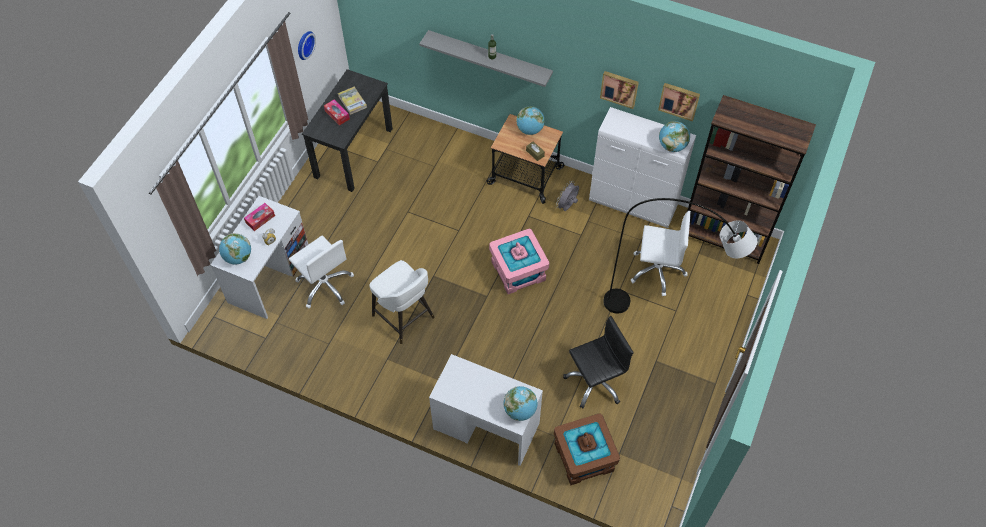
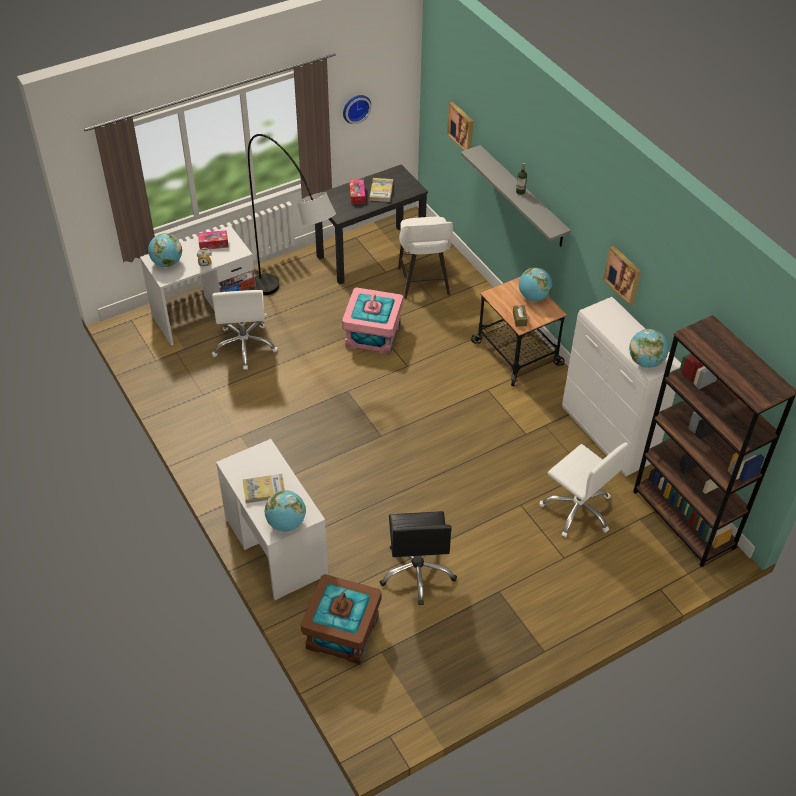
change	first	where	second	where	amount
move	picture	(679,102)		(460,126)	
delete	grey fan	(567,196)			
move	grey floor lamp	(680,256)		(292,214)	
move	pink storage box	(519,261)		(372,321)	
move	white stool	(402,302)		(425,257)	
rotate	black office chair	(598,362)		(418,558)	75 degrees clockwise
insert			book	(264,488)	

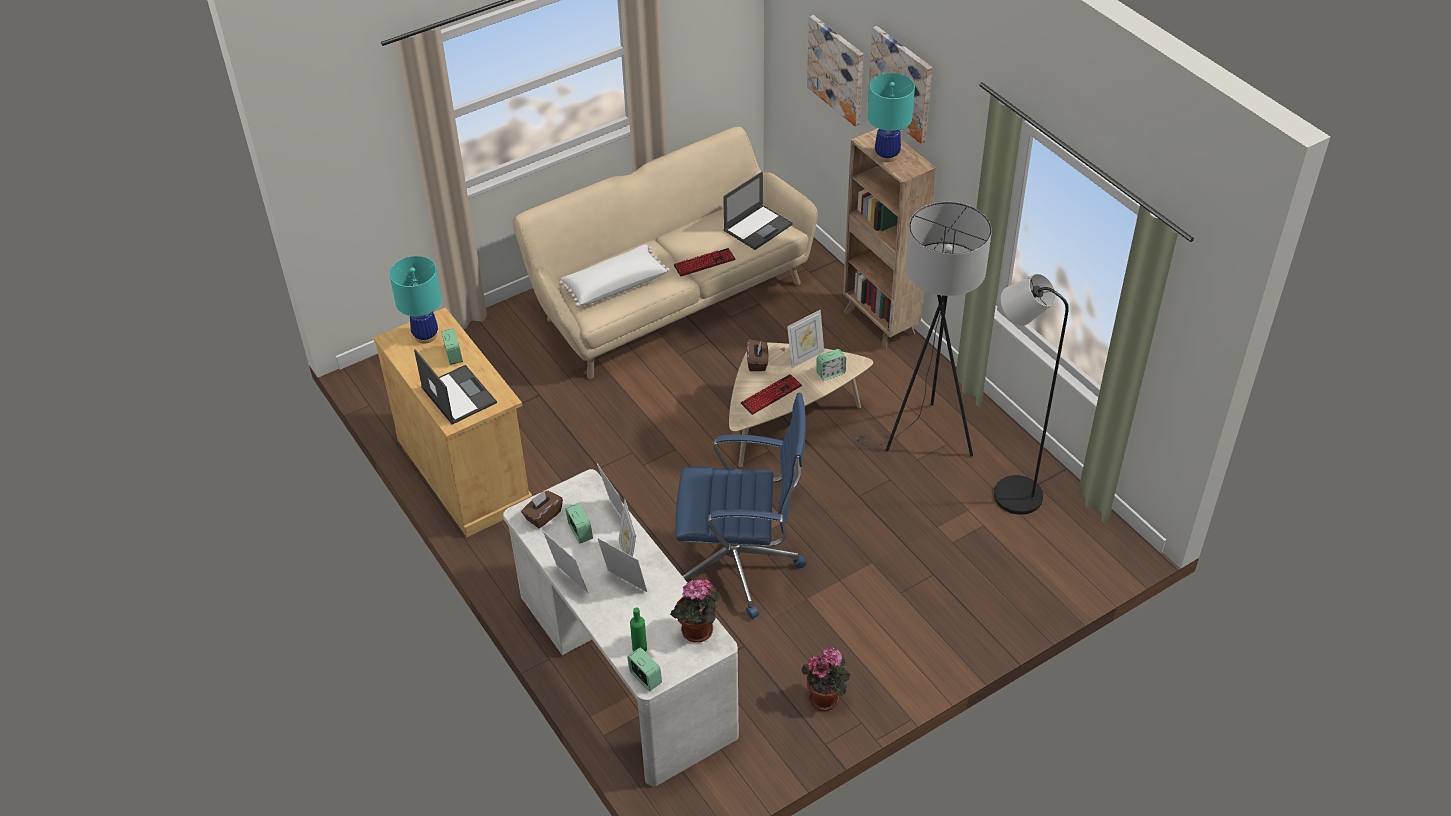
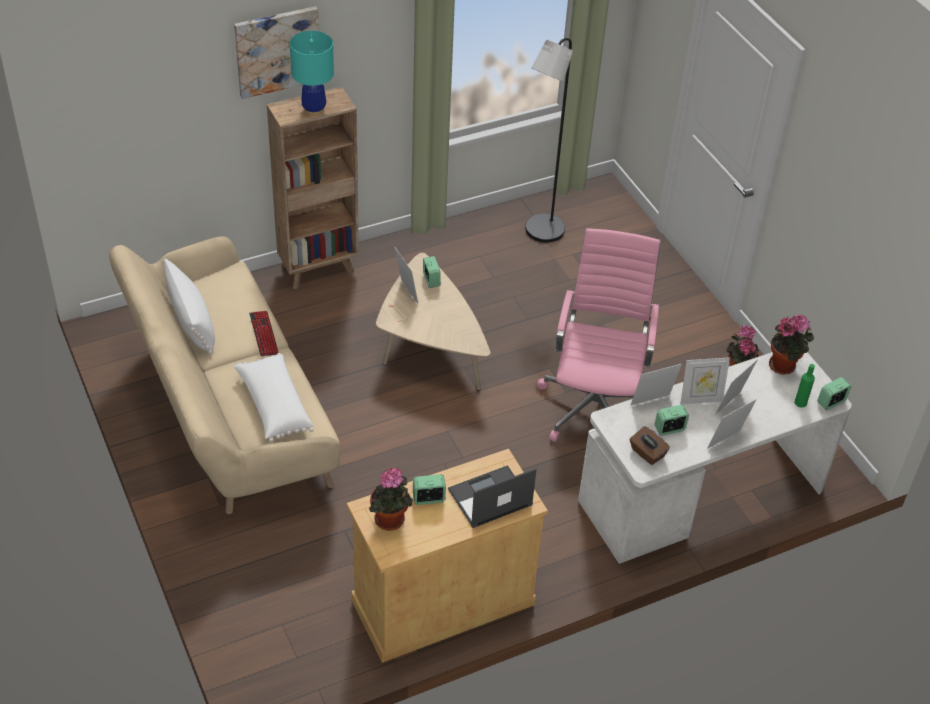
change	first	where	second	where	amount
delete	picture	(835,70)			
delete	laptop	(758,211)			
delete	grey floor lamp	(923,329)			
replace	turquoise table lamp	(415,300)	potted plant	(391,499)	
delete	brown tissue box	(757,355)			
delete	keyboard	(771,394)			
recolor	blue office chair	(740,506)	pink office chair	(599,335)	
insert			white pillow	(188,306)	

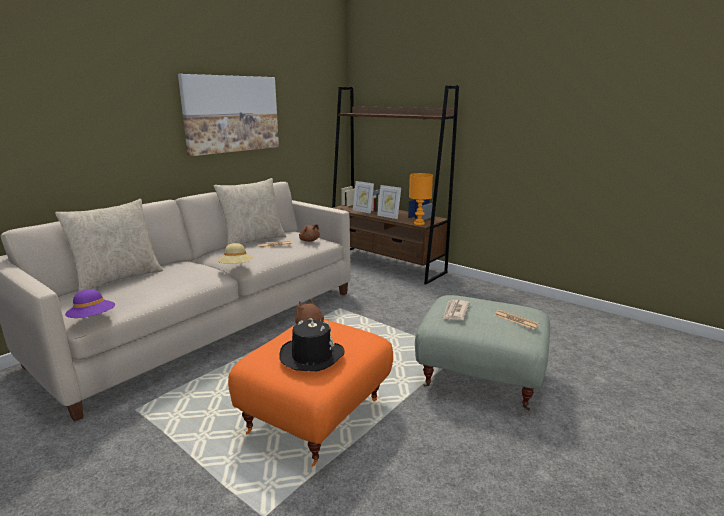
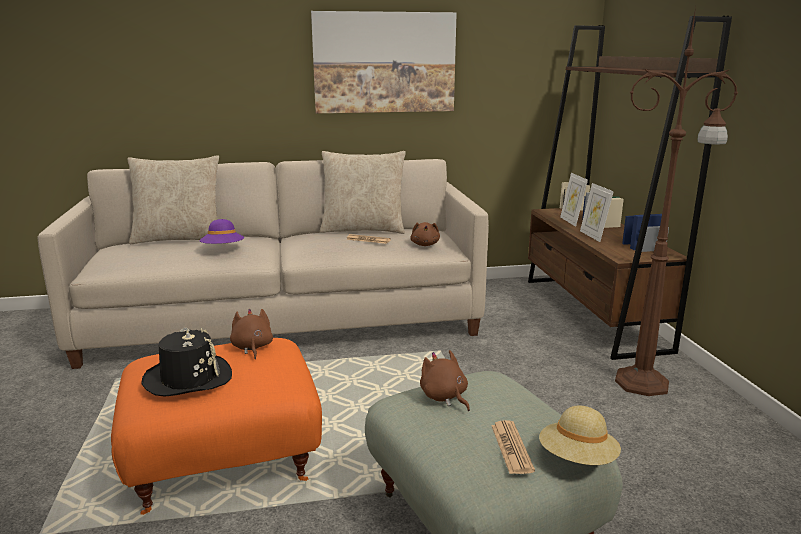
change	first	where	second	where	amount
delete	orange table lamp	(421,199)			
move	beige hat	(235,253)		(580,435)	
move	purple hat	(90,303)		(221,231)	
replace	newspaper	(456,310)	brown plush toy	(445,380)	
insert			brown floor lamp	(676,201)	

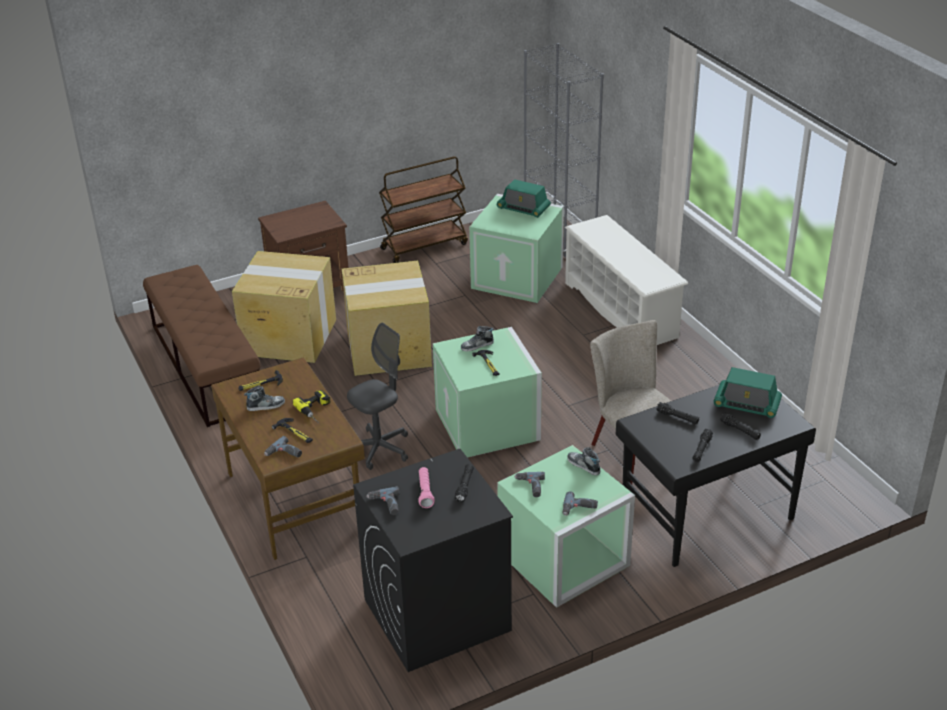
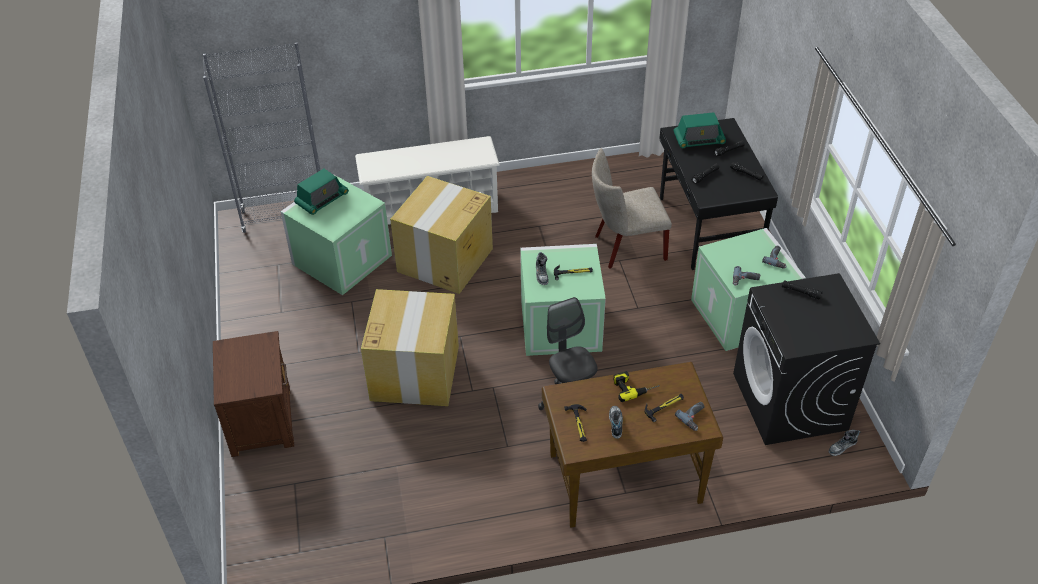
change	first	where	second	where	amount
delete	brown cart	(423,209)			
move	cardboard box	(284,307)		(441,235)	
delete	brown bench	(201,346)			
rotate	radio	(748,392)		(699,130)	45 degrees clockwise
move	shoe	(584,461)		(844,443)	
delete	pink flashlight	(426,487)			
delete	power drill	(383,500)			

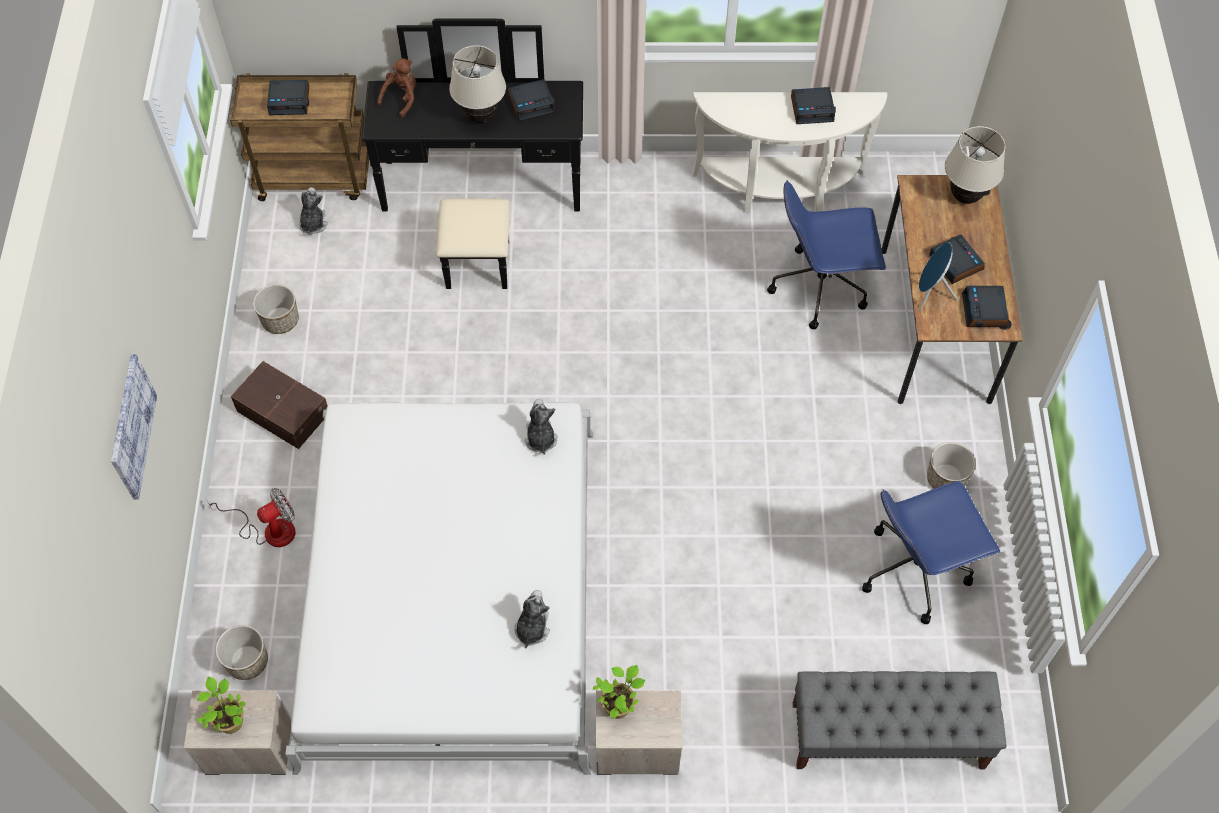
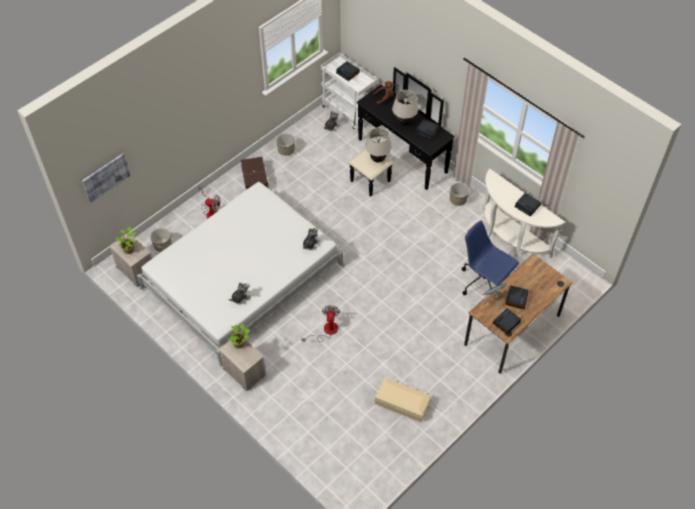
change	first	where	second	where	amount
recolor	brown cart	(299,137)	white cart	(349,90)	
move	beige table lamp	(975,165)		(378,145)	
move	picture	(134,427)		(106,178)	
move	planter	(951,465)		(459,194)	
replace	blue office chair	(931,552)	beige storage box	(402,400)	
delete	grey bench	(900,720)			
insert			fan	(320,323)	

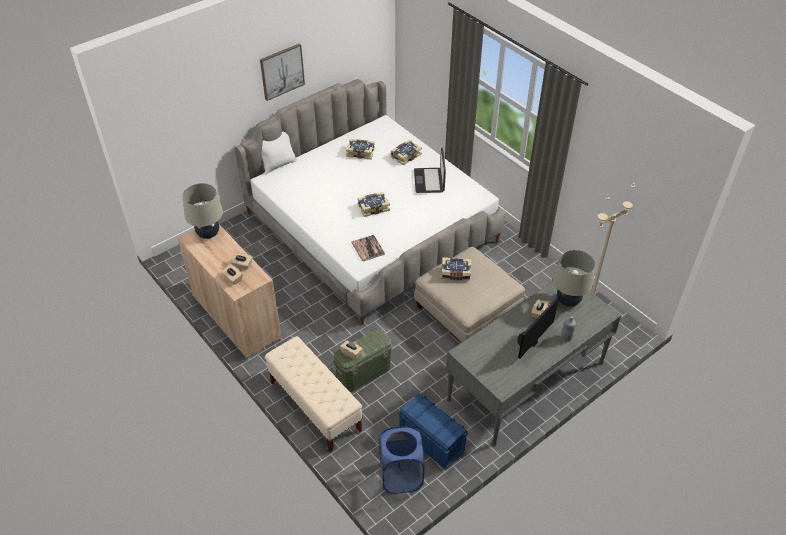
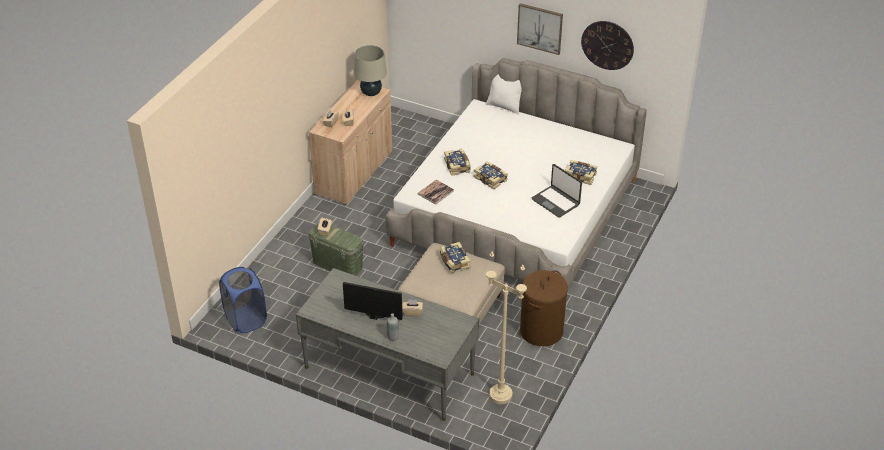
change	first	where	second	where	amount
move	book	(360,149)		(457,162)	
rotate	laptop	(430,170)		(557,190)	105 degrees counterclockwise
delete	beige table lamp	(574,278)			
delete	beige bench	(314,394)			
delete	blue storage box	(433,431)			
insert			wall clock	(607,45)	
insert			brown laundry basket	(544,308)	

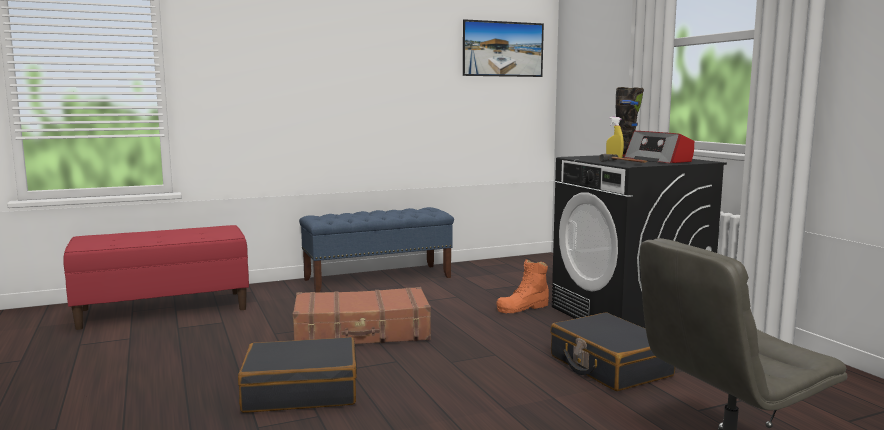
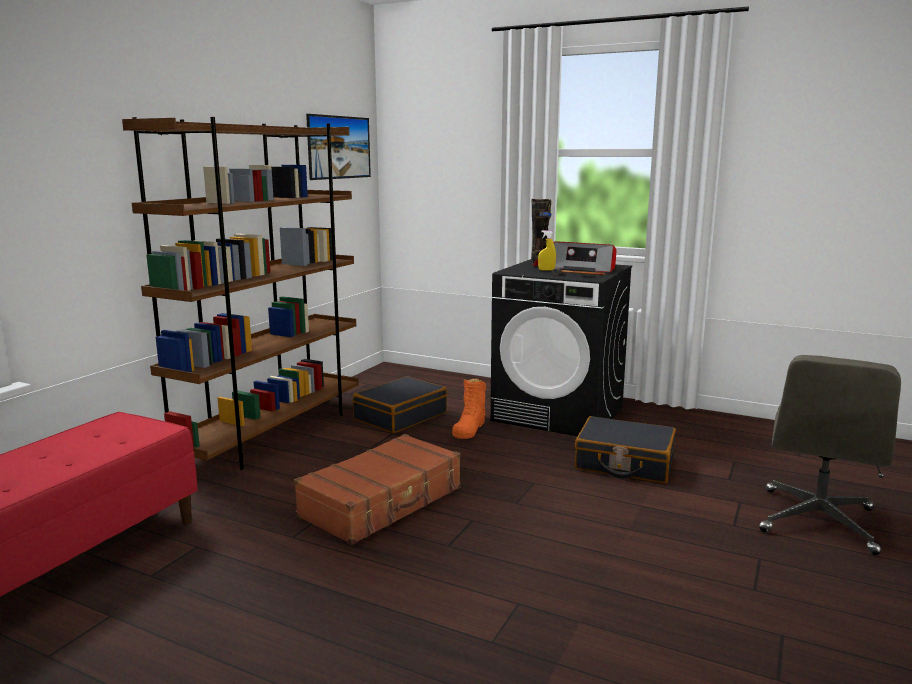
change	first	where	second	where	amount
replace	blue bench	(376,249)	brown bookcase	(240,293)	
move	black suitcase	(297,375)		(400,404)	

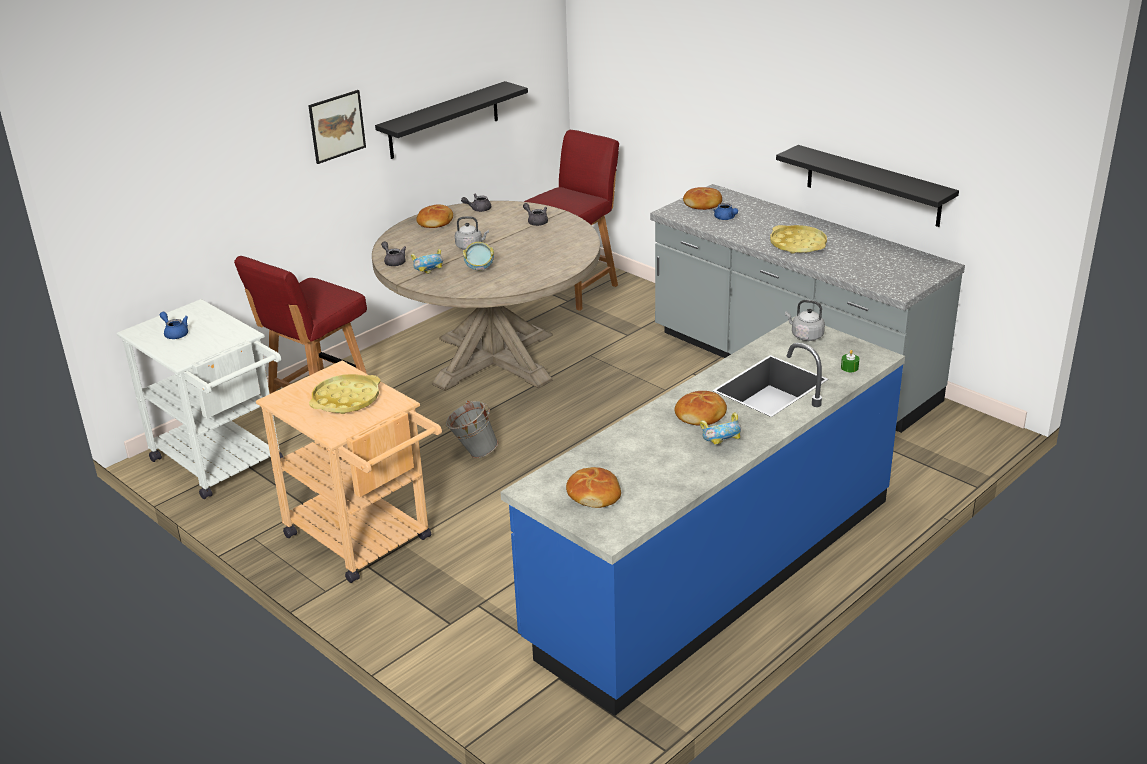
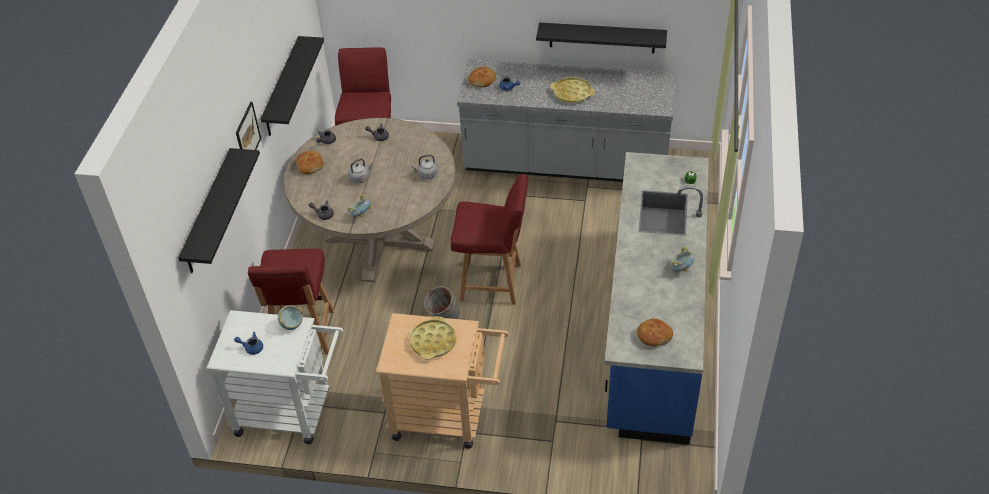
change	first	where	second	where	amount
move	bowl	(478,256)		(290,317)	
move	grey kettle	(805,320)		(424,167)	
delete	bread	(701,408)			
insert			black shelf	(219,210)	
insert			red chair	(489,239)	

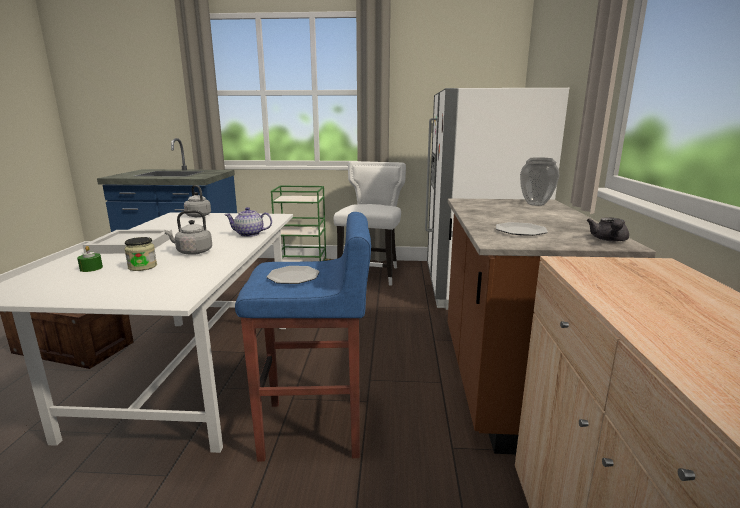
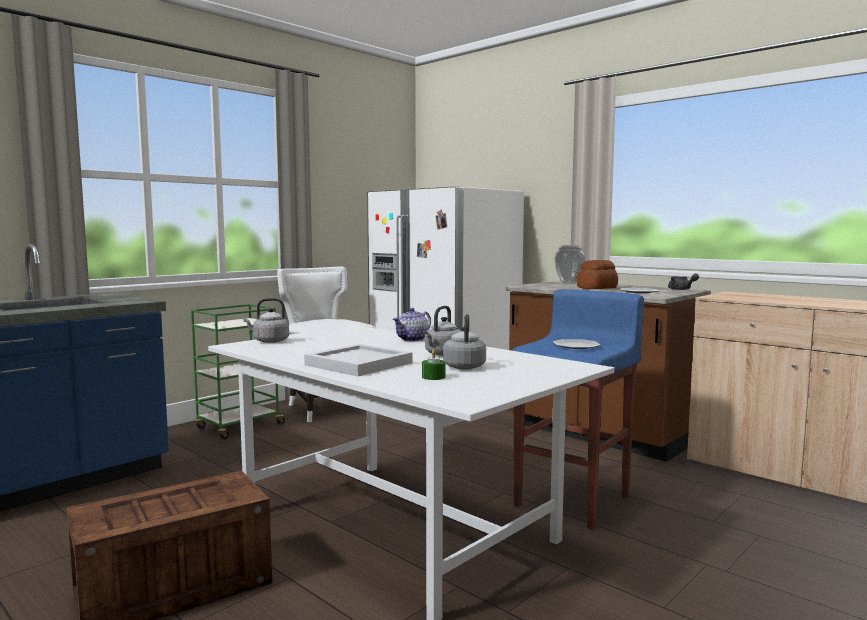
change	first	where	second	where	amount
replace	jar	(140,254)	grey kettle	(464,342)	
insert			bread	(597,274)	

